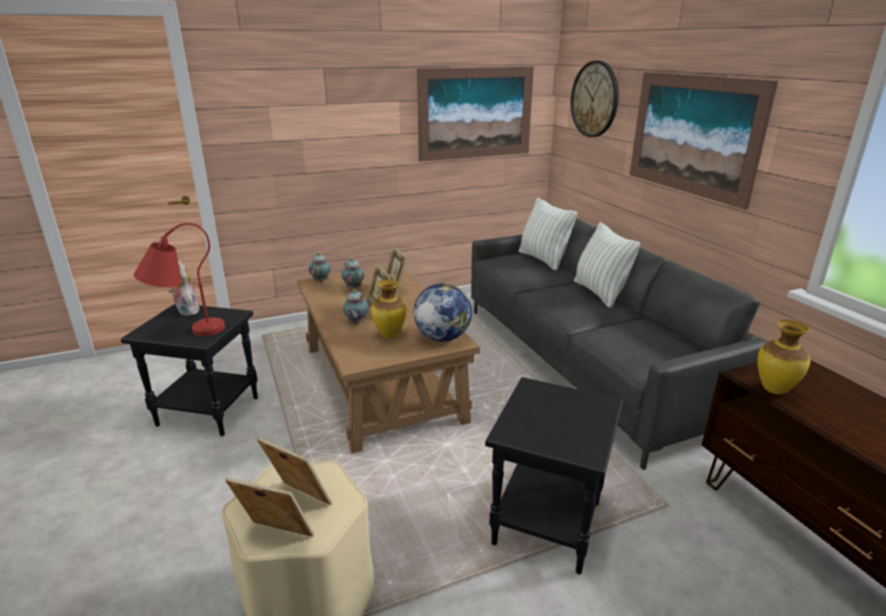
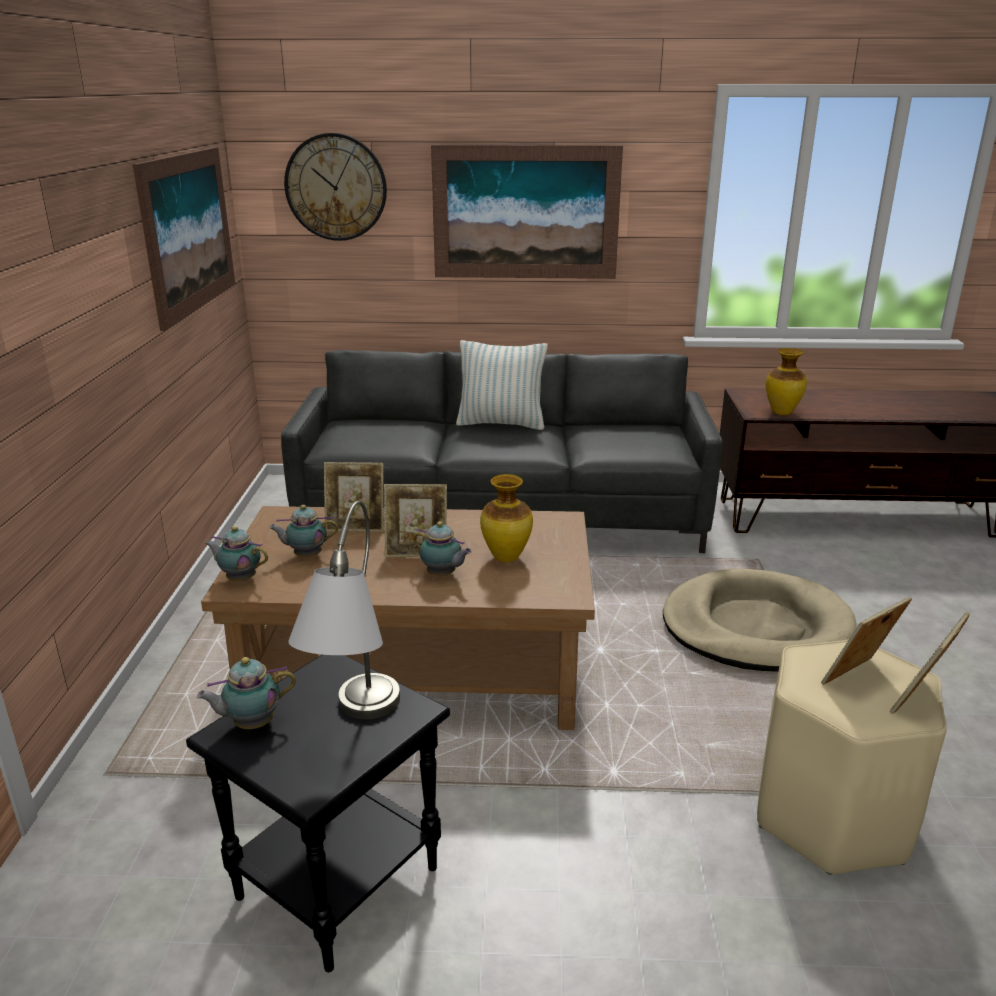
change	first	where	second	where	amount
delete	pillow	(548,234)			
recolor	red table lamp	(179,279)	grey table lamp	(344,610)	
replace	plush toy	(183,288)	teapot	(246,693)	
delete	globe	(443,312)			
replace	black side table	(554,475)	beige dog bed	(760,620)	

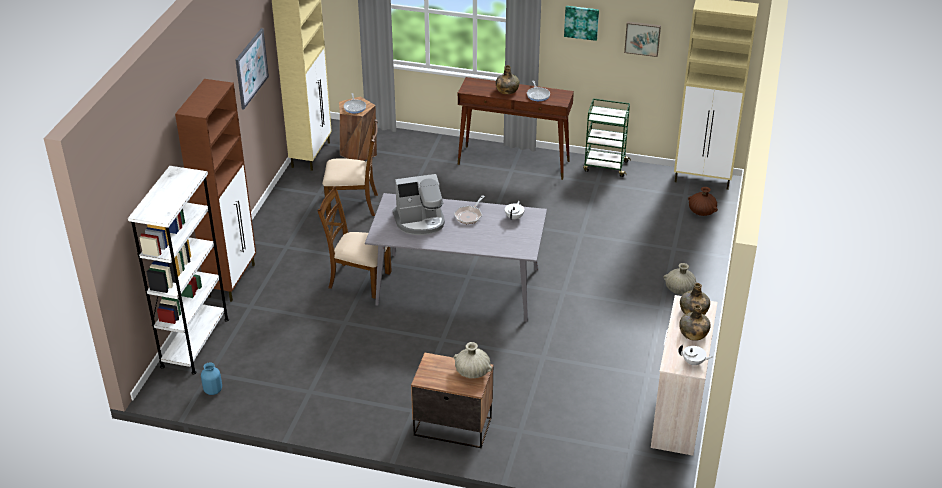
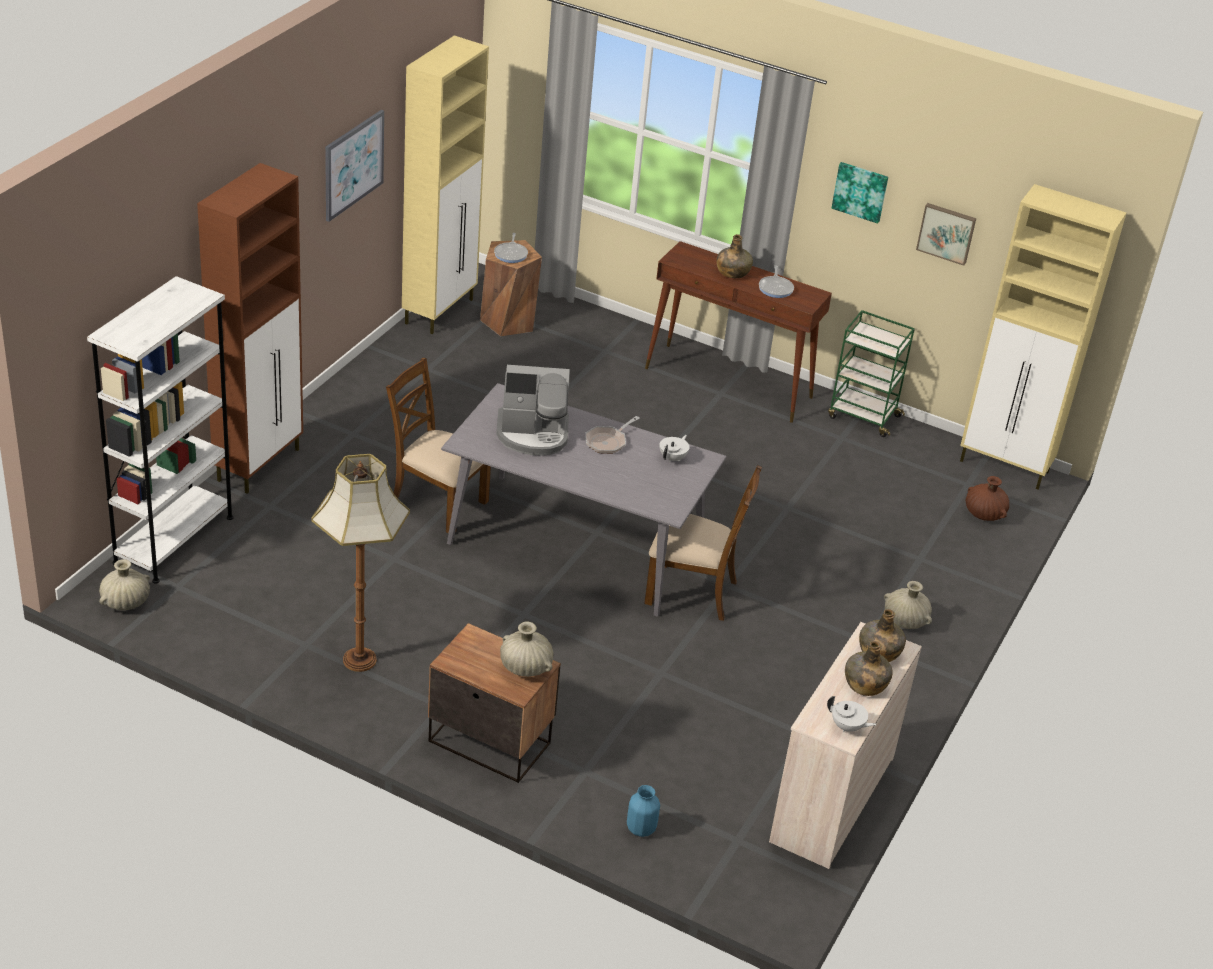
change	first	where	second	where	amount
move	brown chair	(350,167)		(703,543)	
move	blue vase	(211,378)		(643,811)	
insert			floor lamp	(360,563)	
insert			beige vase	(124,584)	

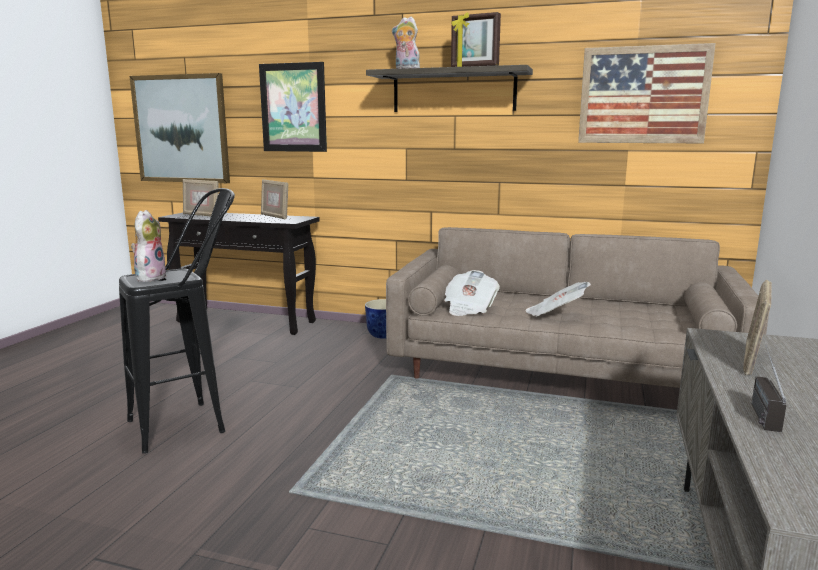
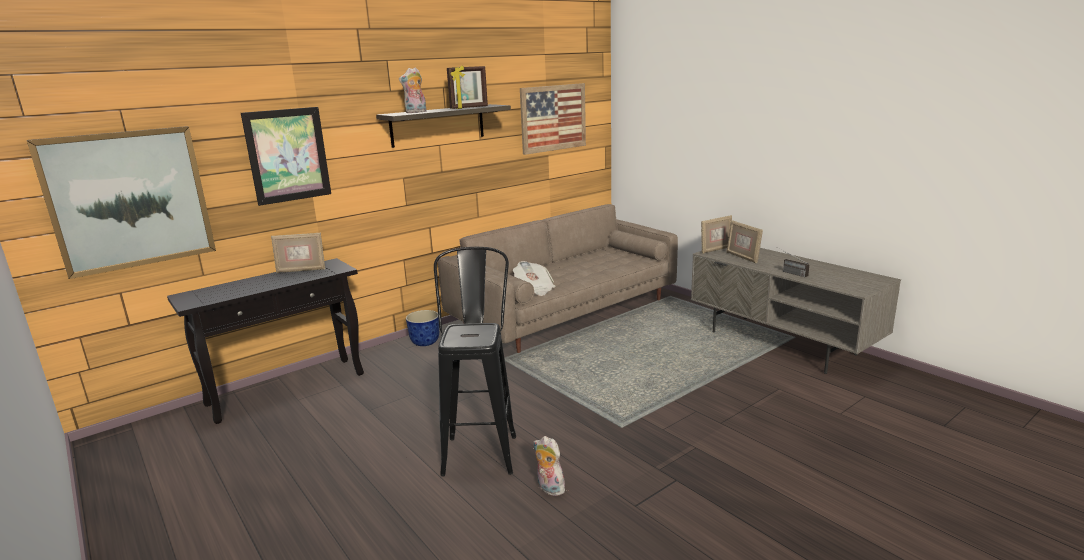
change	first	where	second	where	amount
move	picture frame	(201,197)		(716,234)	
move	plush toy	(149,246)		(549,466)	
delete	newspaper	(558,299)			

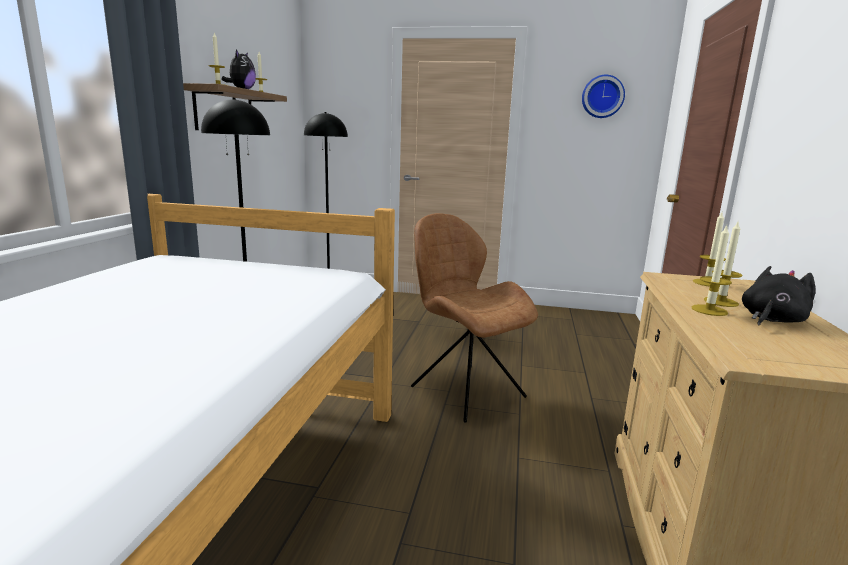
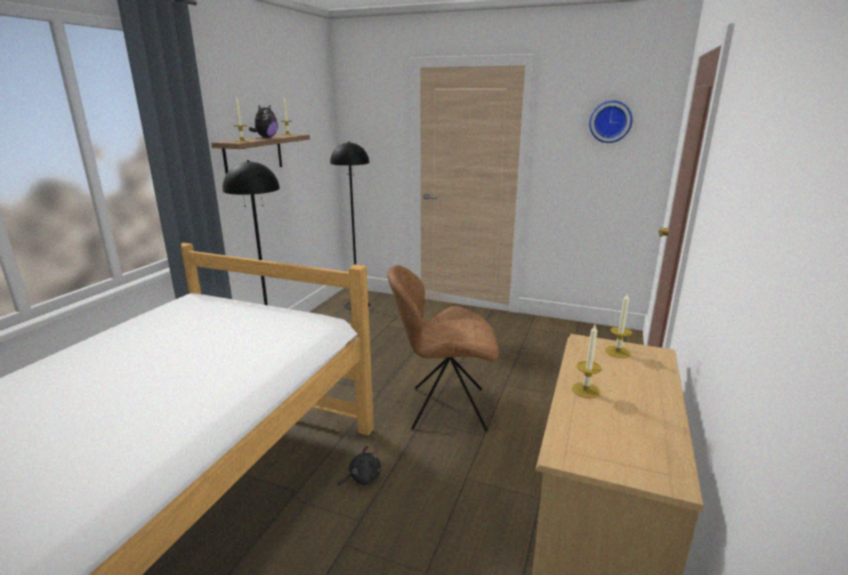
change	first	where	second	where	amount
rotate	brown chair	(474,318)		(443,348)	60 degrees counterclockwise
delete	candle	(723,264)			
move	black plush toy	(778,296)		(359,466)	

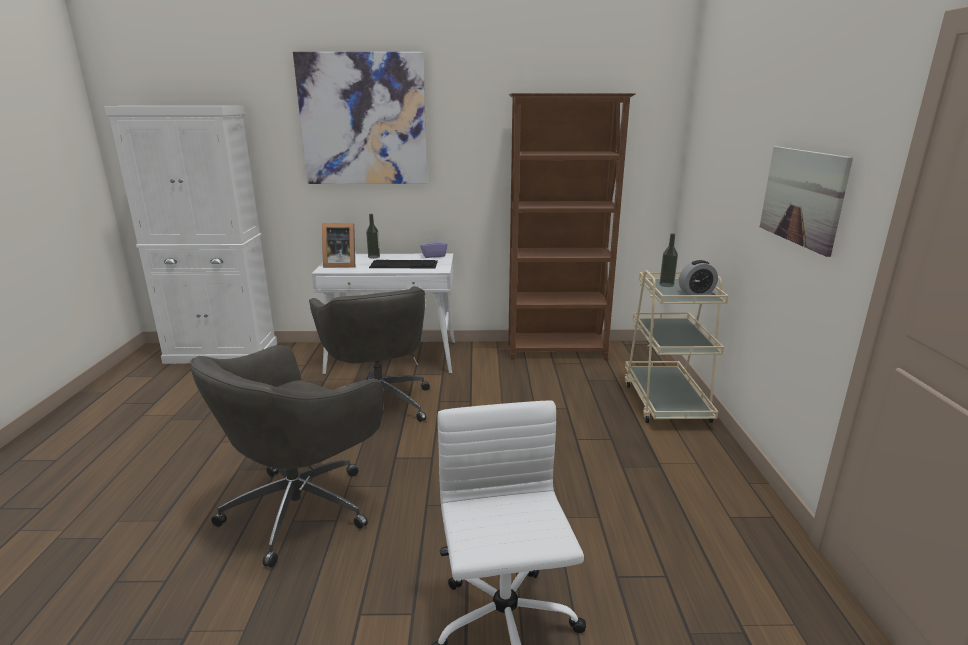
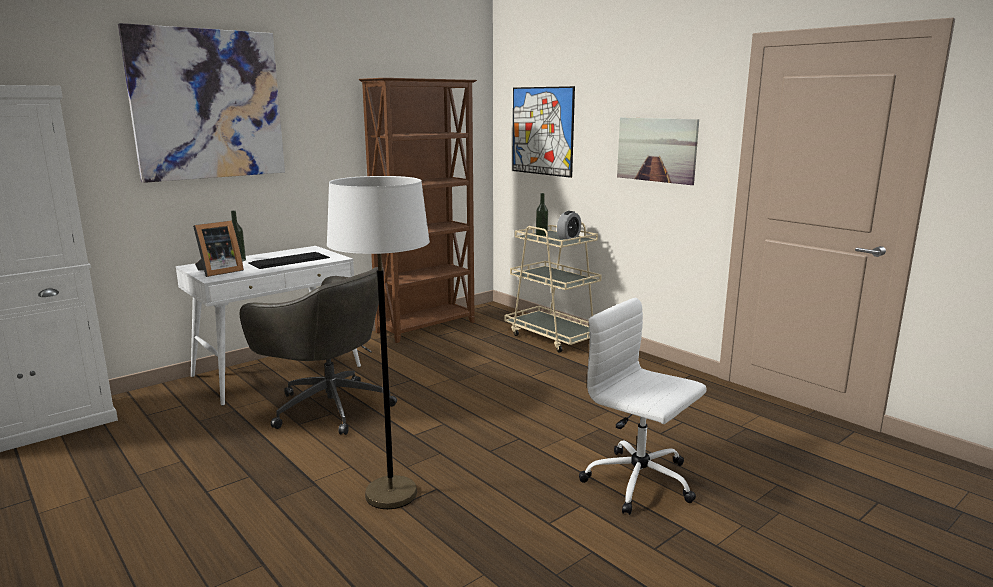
change	first	where	second	where	amount
delete	purple tissue box	(433,247)			
replace	grey office chair	(287,456)	white floor lamp	(378,342)	
insert			picture	(543,132)	

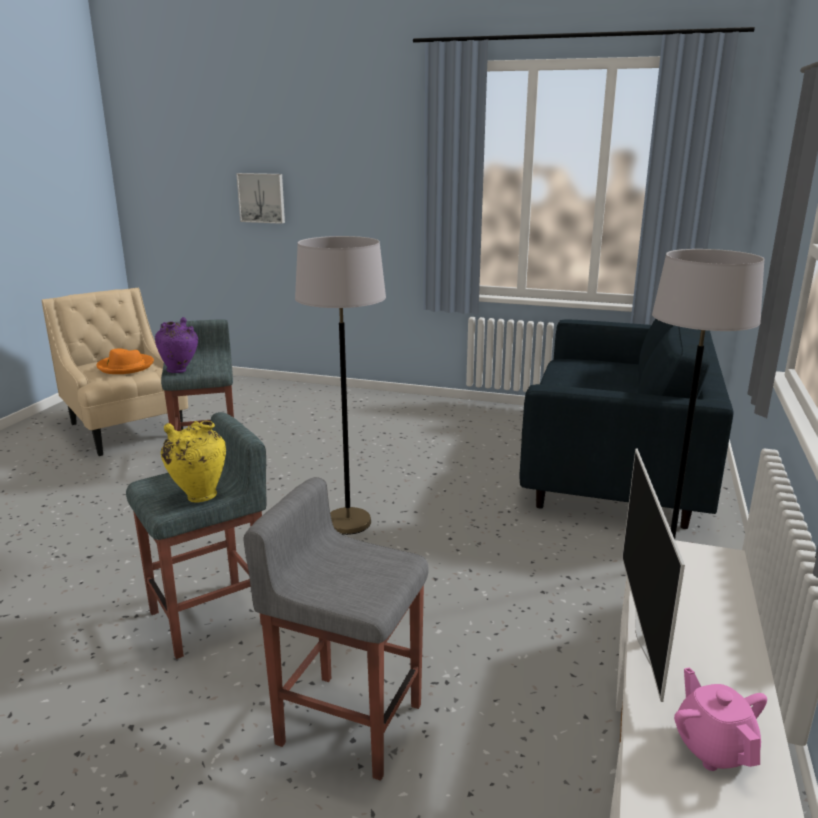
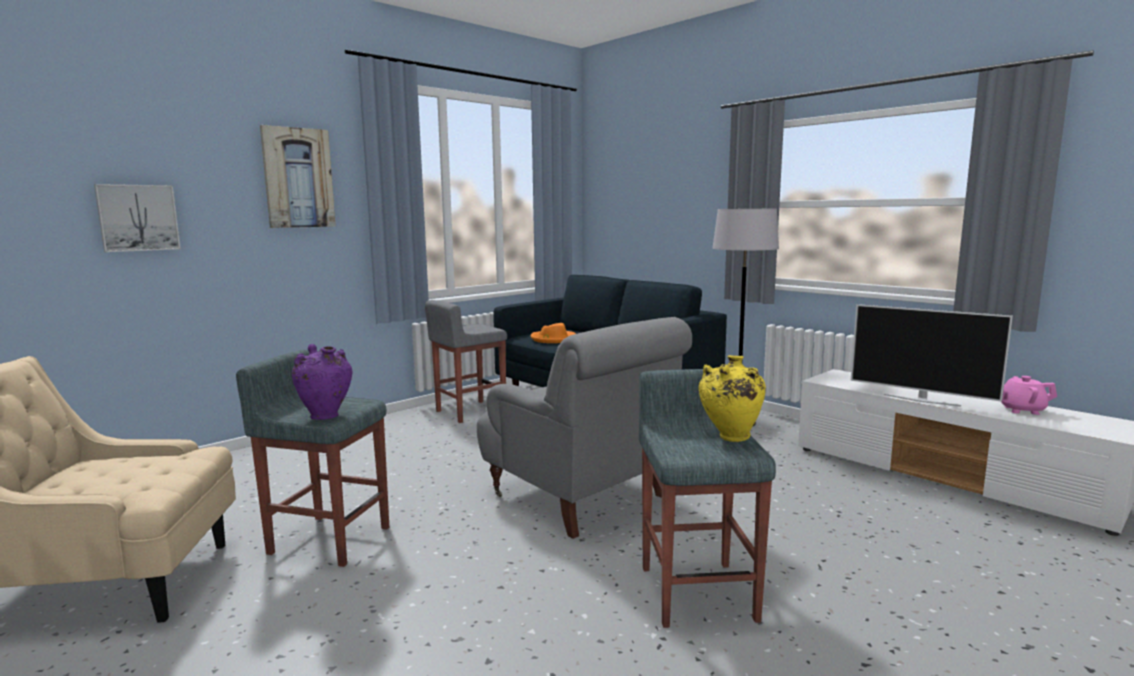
change	first	where	second	where	amount
replace	grey floor lamp	(340,385)	grey armchair	(584,428)	
move	orange hat	(125,361)		(553,333)	
move	grey stool	(336,629)		(466,361)	
insert			picture	(298,176)	

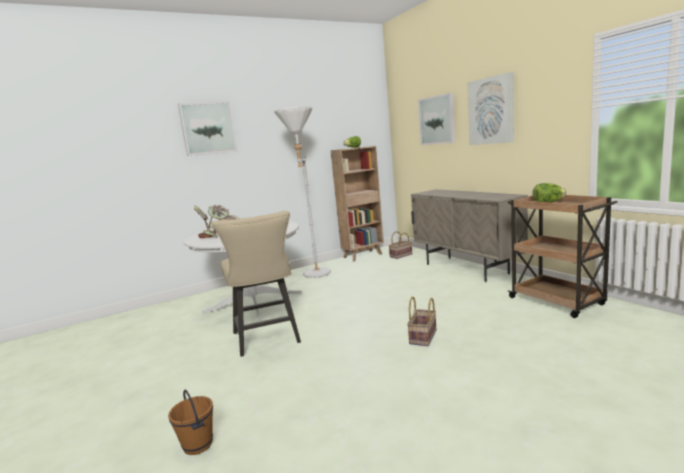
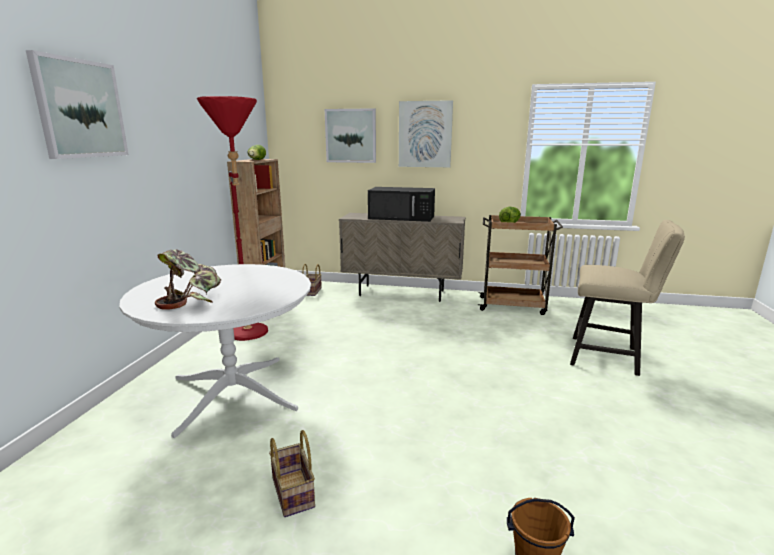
change	first	where	second	where	amount
recolor	white floor lamp	(302,192)	red floor lamp	(232,218)	
move	beige chair	(257,284)		(627,298)	
move	basket	(421,321)		(292,473)	
insert			black microwave	(401,204)	

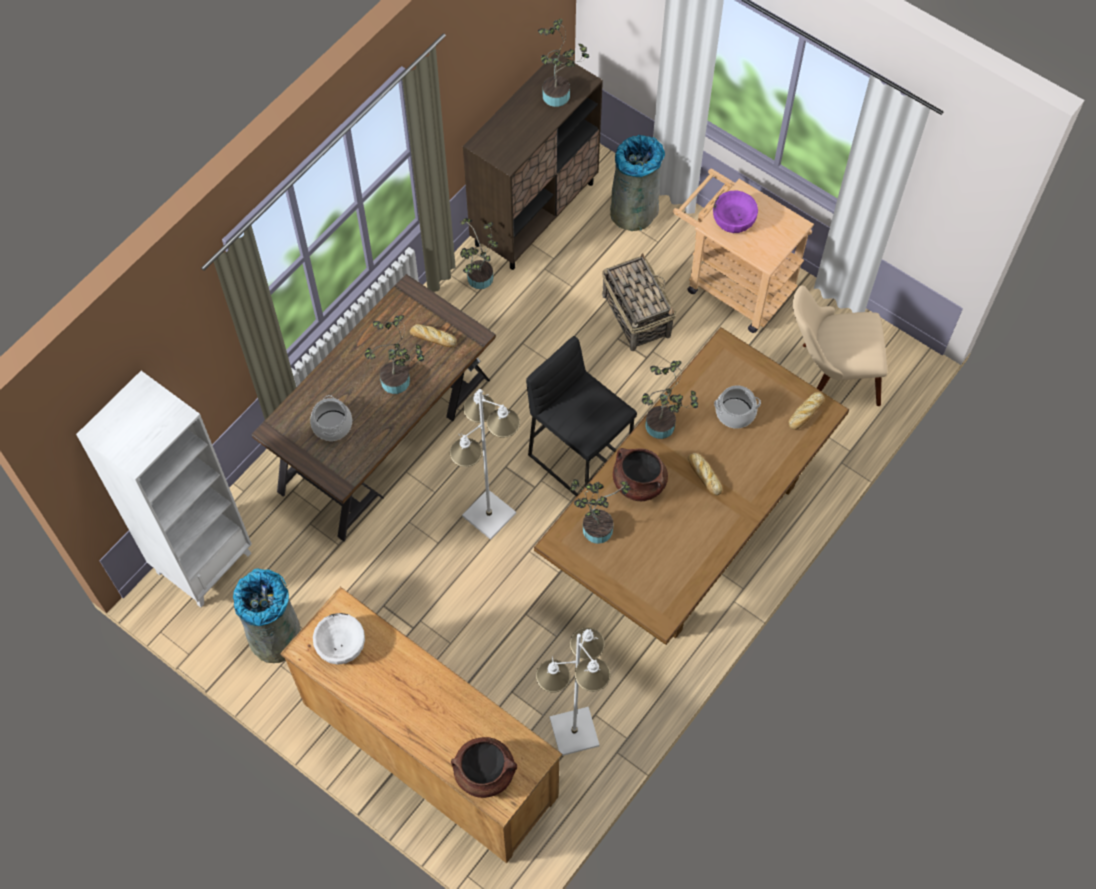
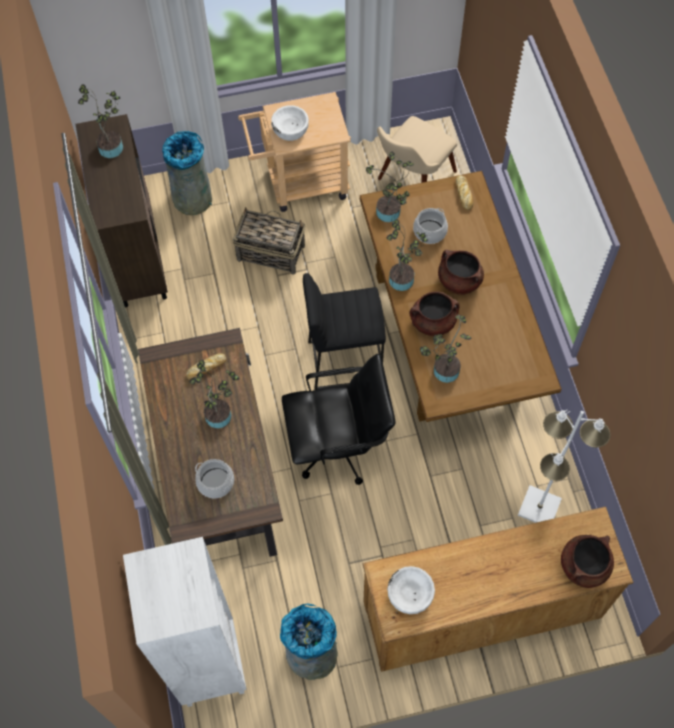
change	first	where	second	where	amount
recolor	purple bowl	(735,211)	white bowl	(290,123)	
move	potted plant	(479,253)		(390,187)	
replace	white floor lamp	(485,464)	black office chair	(338,419)	
replace	bread	(705,474)	brown cooking pot	(461,272)	

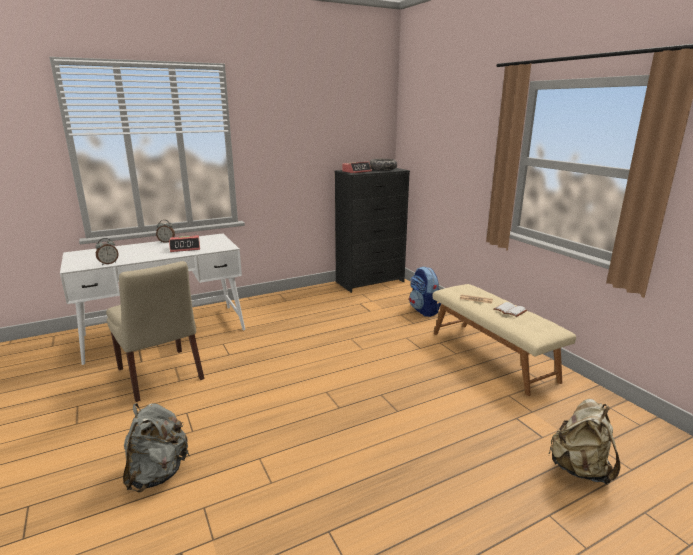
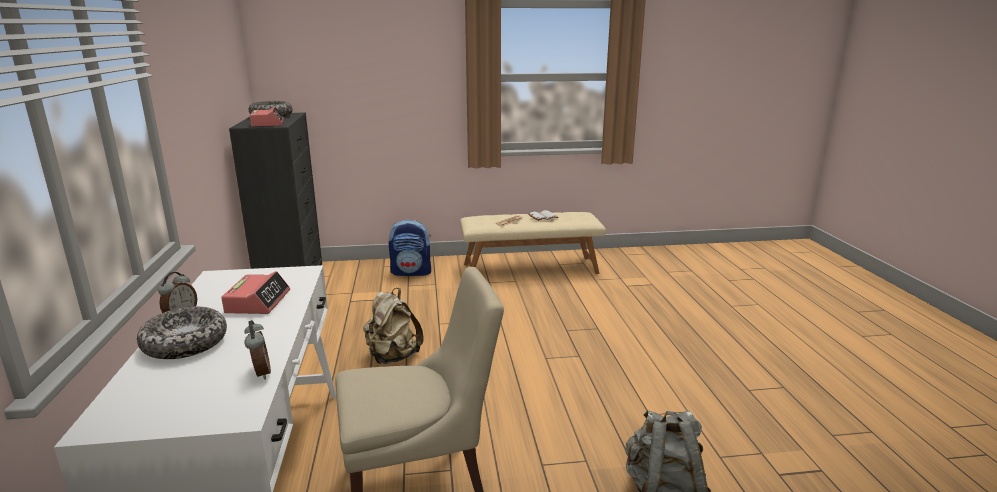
change	first	where	second	where	amount
move	beige backpack	(584,442)		(393,326)	
insert			bowl	(182,333)	

